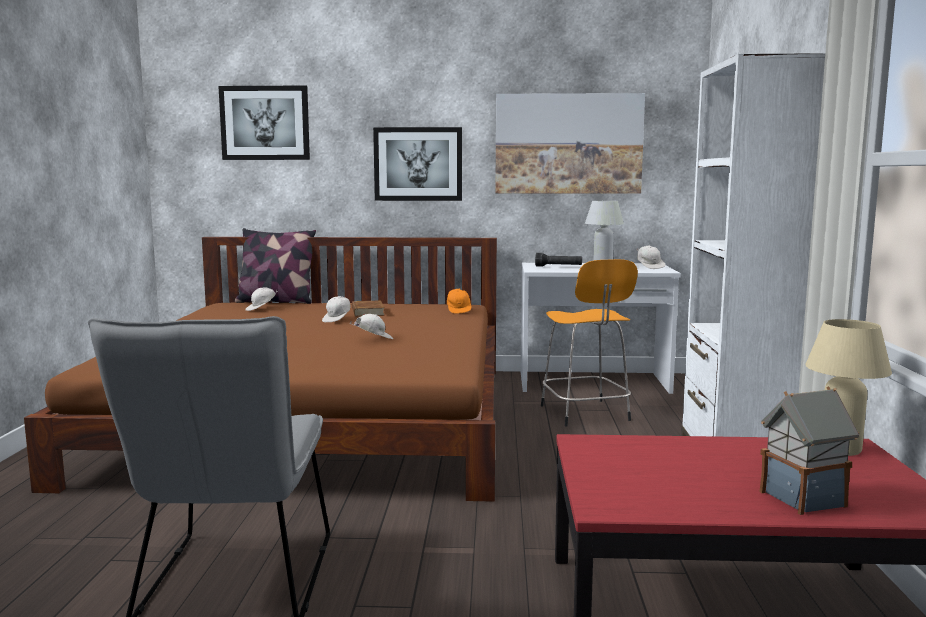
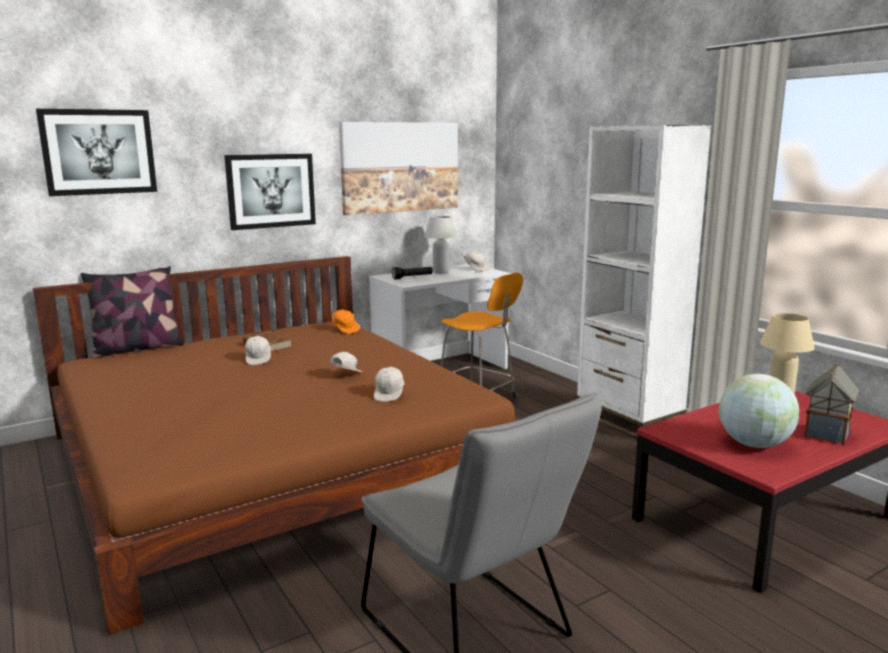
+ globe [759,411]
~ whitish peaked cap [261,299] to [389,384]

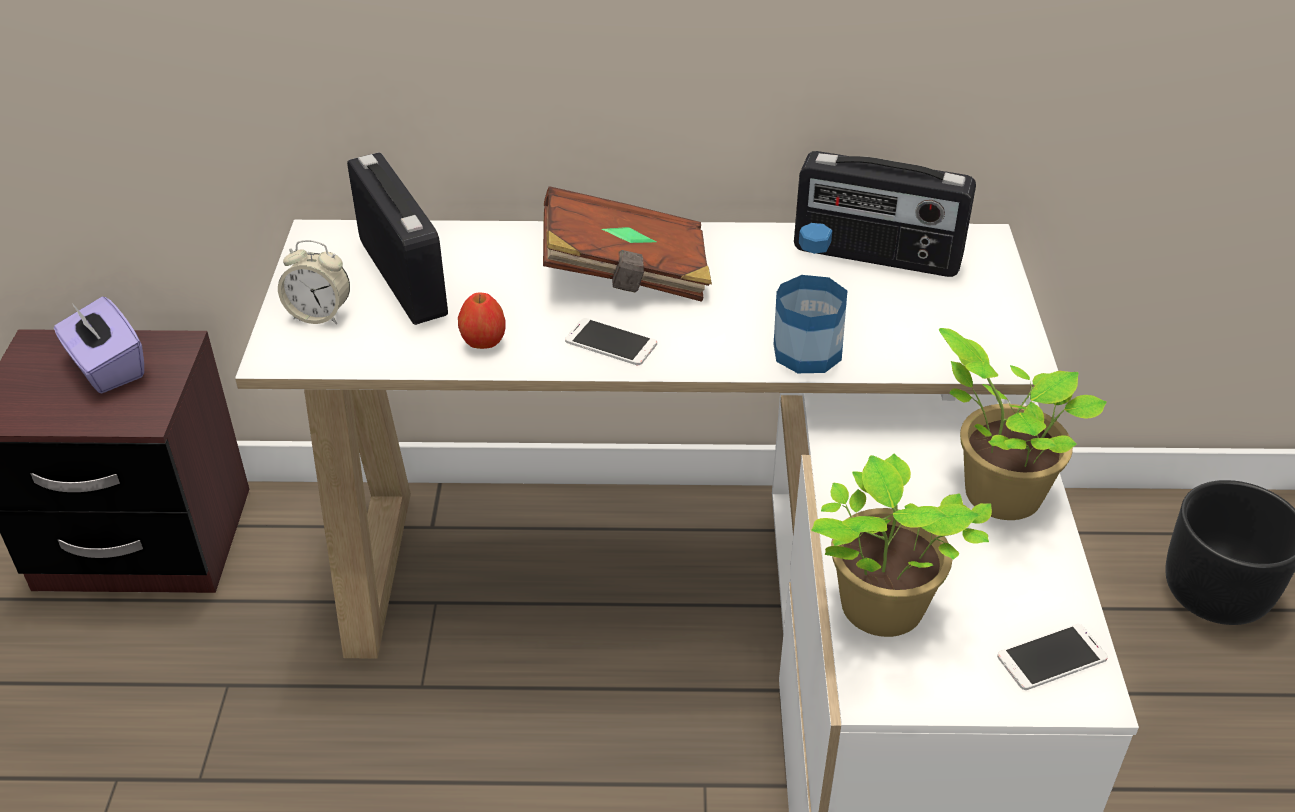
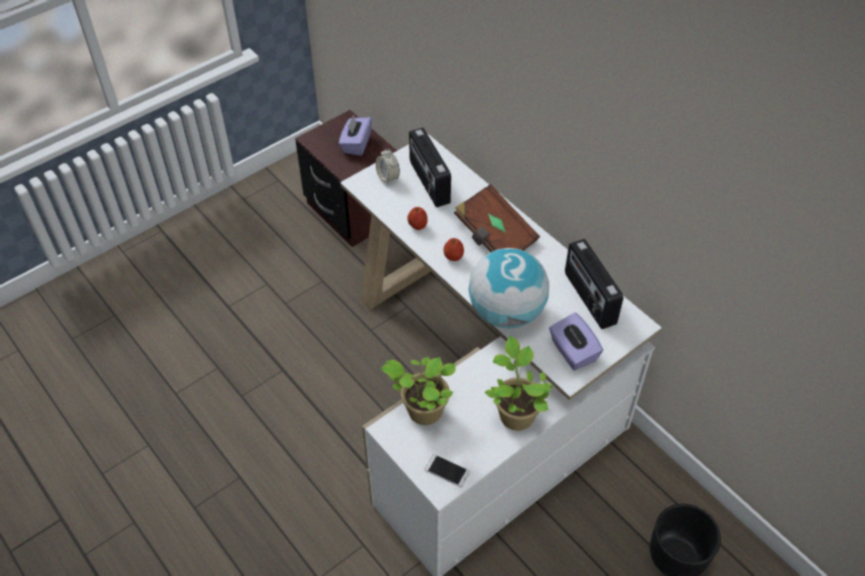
+ purple tissue holder [576,341]
~ handset [611,341] to apple [453,249]
~ drink bottle [810,298] to globe [509,288]
~ radio set [397,238] = [430,167] 135 degrees clockwise

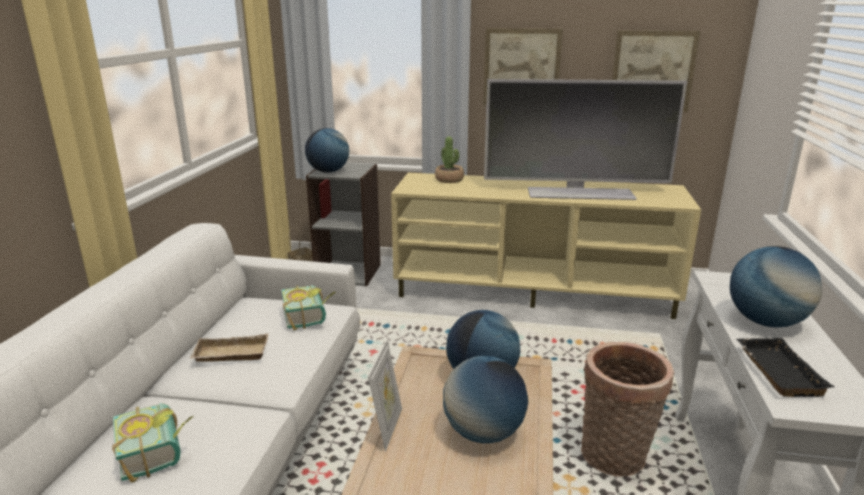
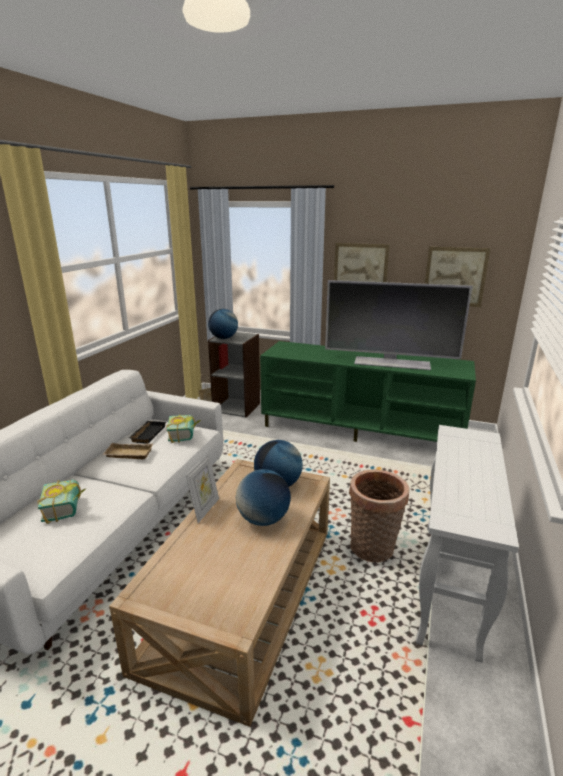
- potted plant [449,159]
- globe [776,286]
~ black tray [785,367] to [147,432]
~ beige media console [546,246] to greenish media console [368,391]

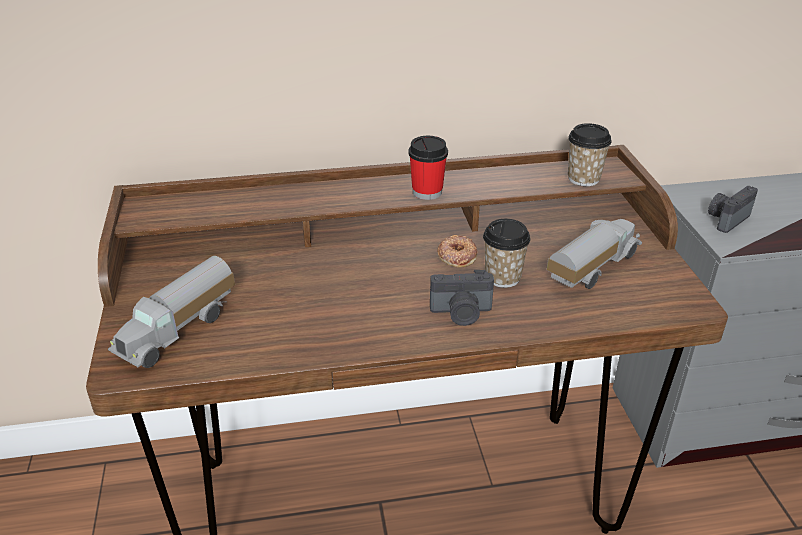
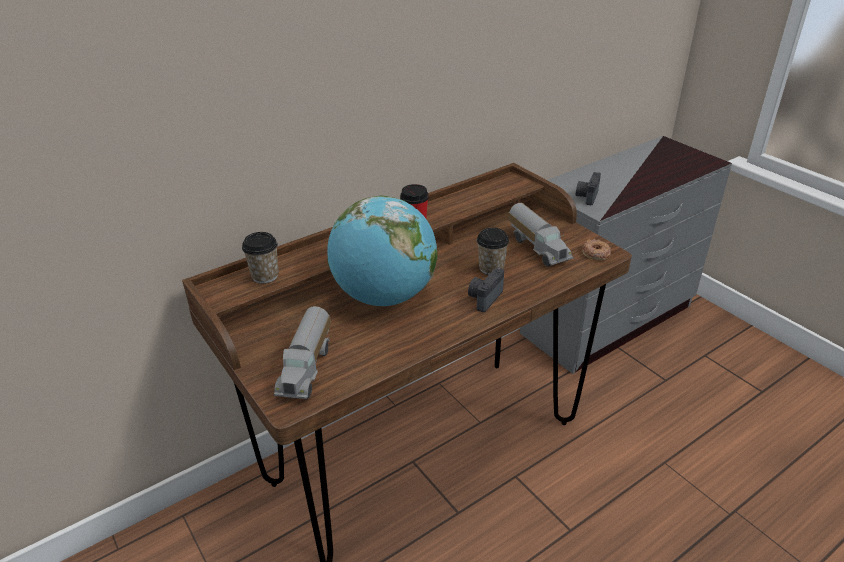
+ globe [382,251]
~ ring doughnut [457,251] to [596,249]
~ cup [590,154] to [260,257]
~ still camera [462,298] = [486,290] 150 degrees clockwise
~ toy truck [594,254] = [540,235] 135 degrees clockwise

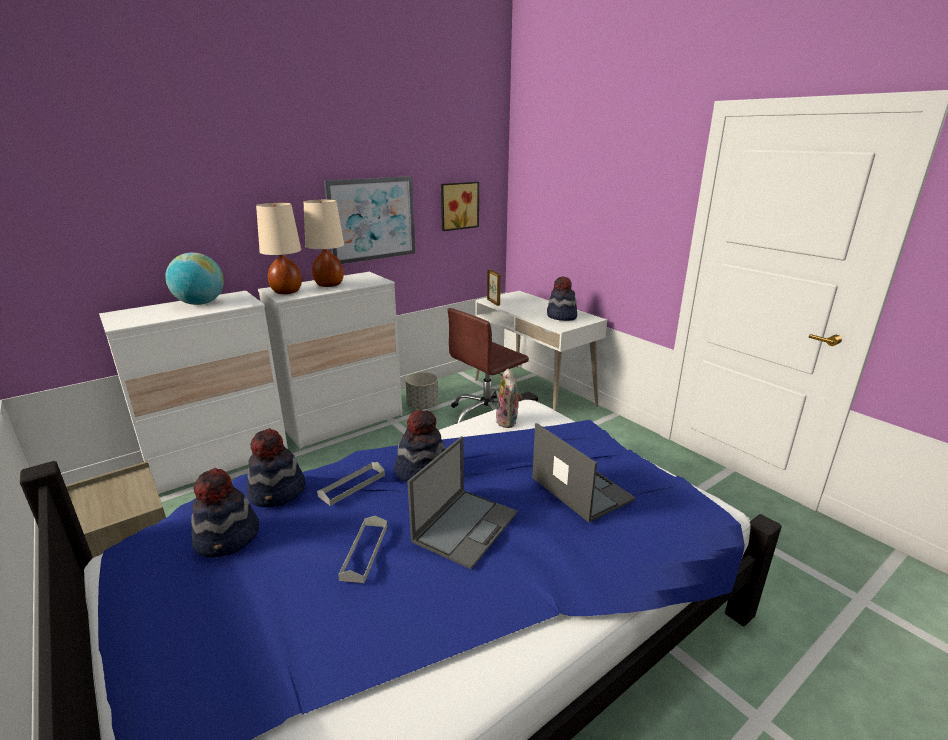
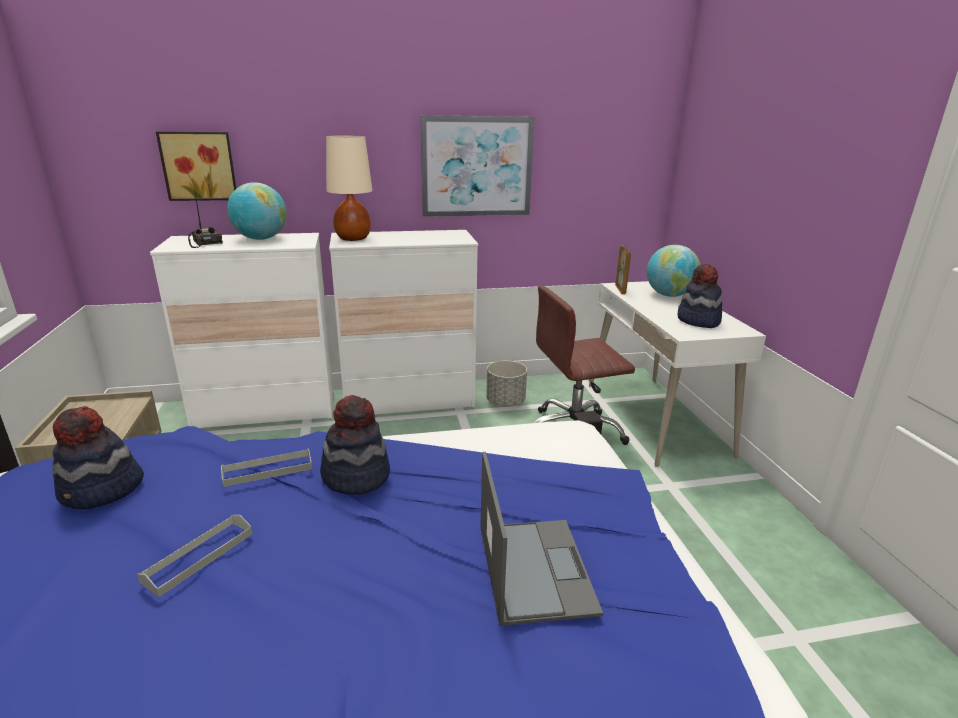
- clothing hat [276,467]
- beige lamp for a table [324,243]
- portable computer [462,502]
- soft toy [509,398]
+ radio set [205,220]
+ globe [673,271]
~ picture [460,206] to [196,166]

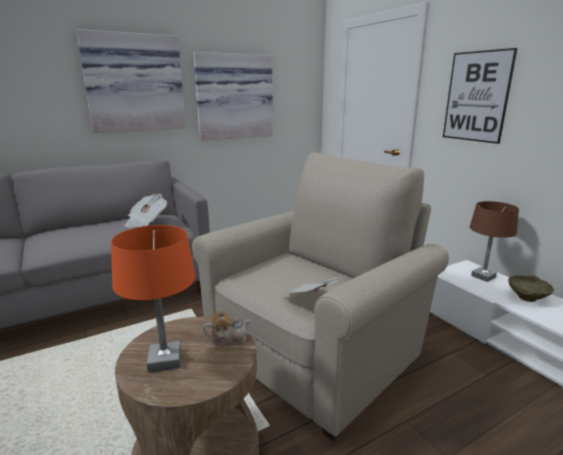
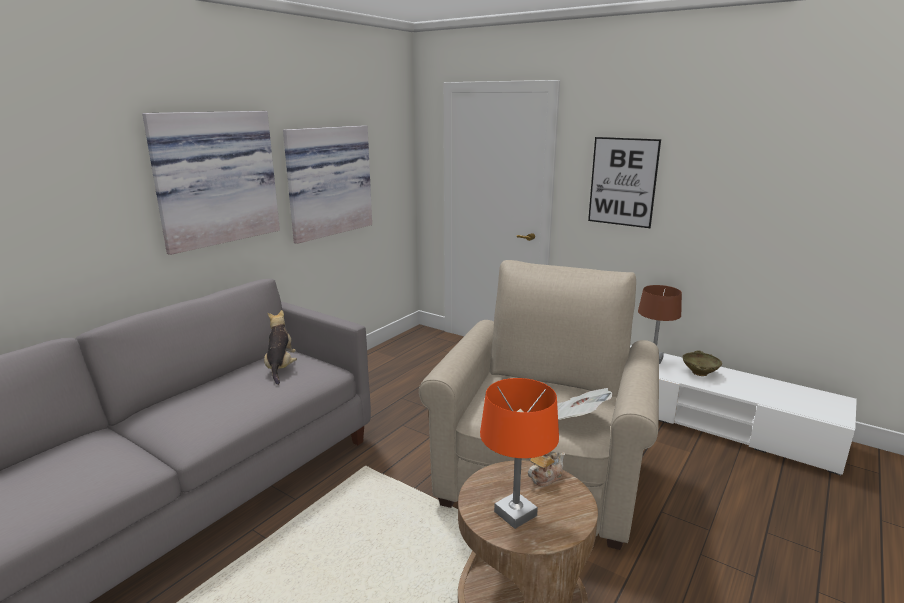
~ daily paper [145,211] to soft toy [280,347]

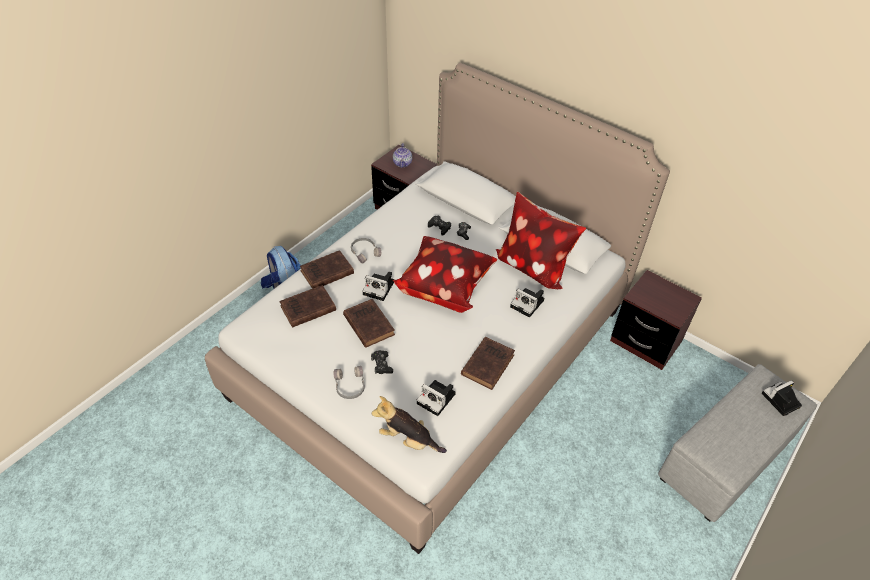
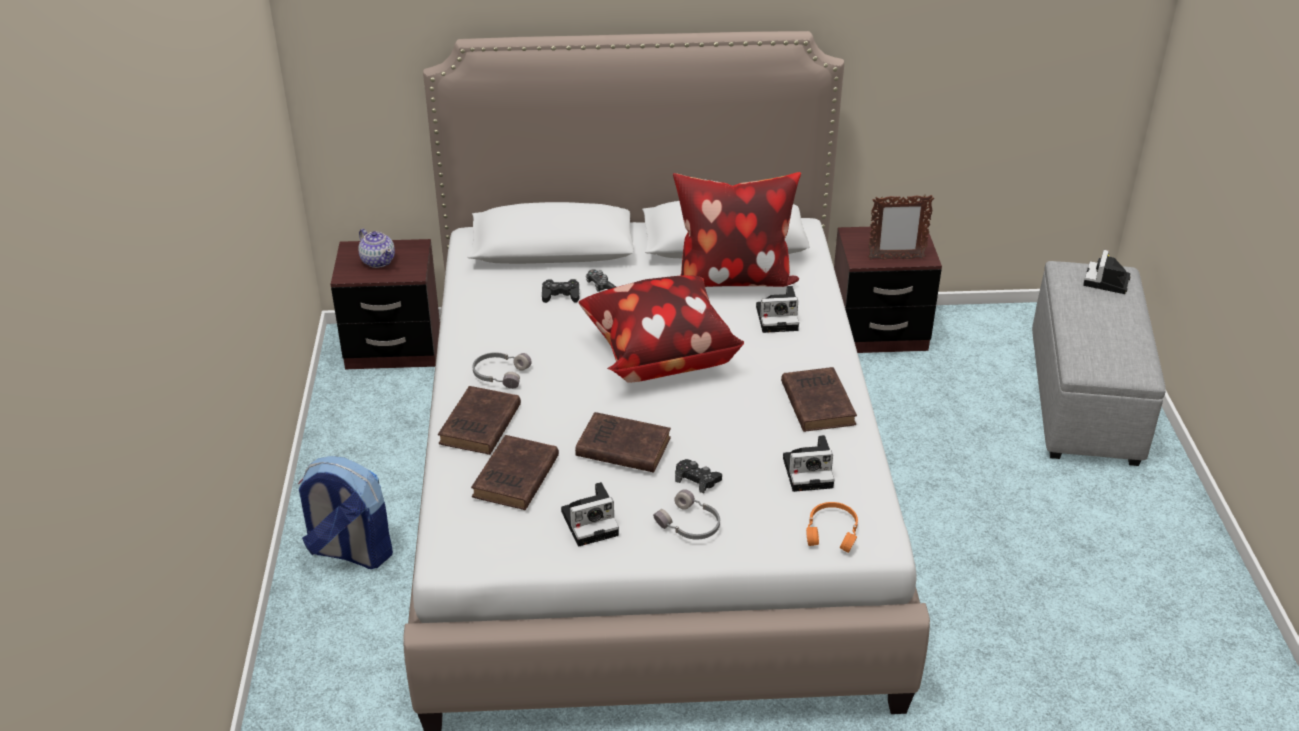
+ standing frame [901,227]
~ still camera [378,286] to [590,514]
~ soft toy [409,424] to orange-coloured headset [832,527]

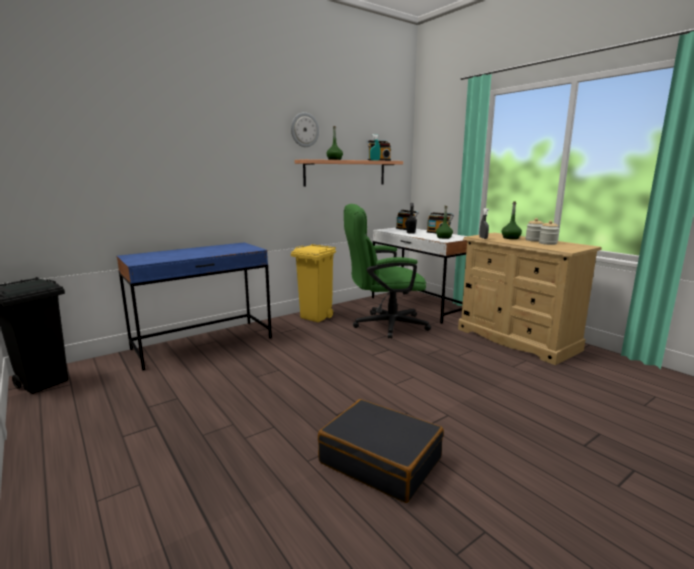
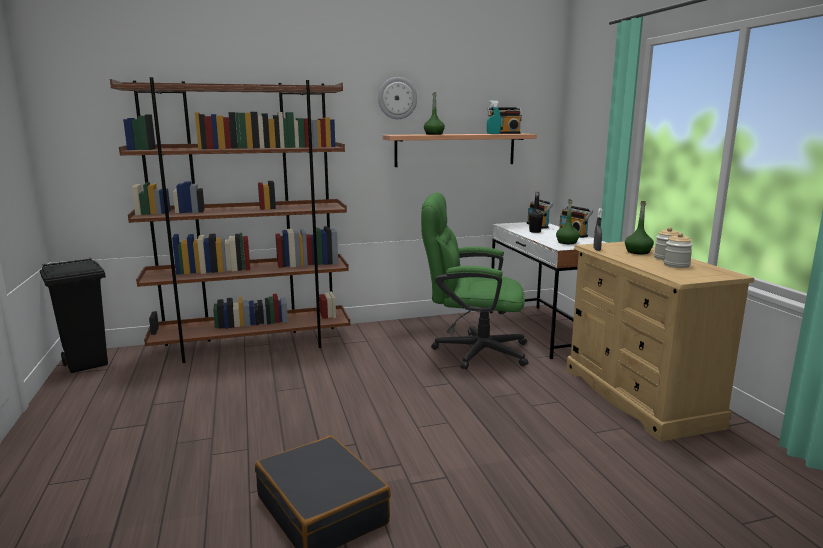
- yellow-coloured waste bin [313,283]
~ blue desk table [194,306] to brown bookshelf [230,220]

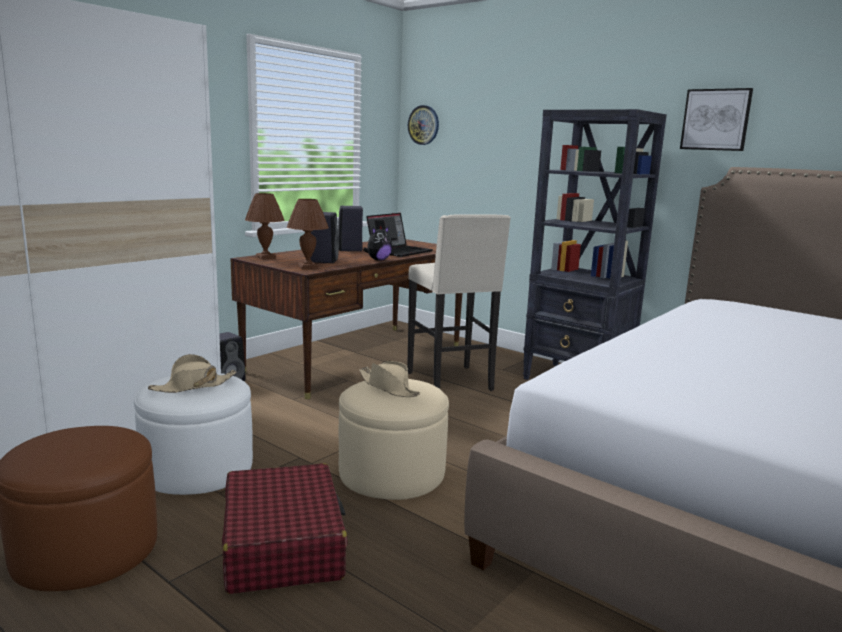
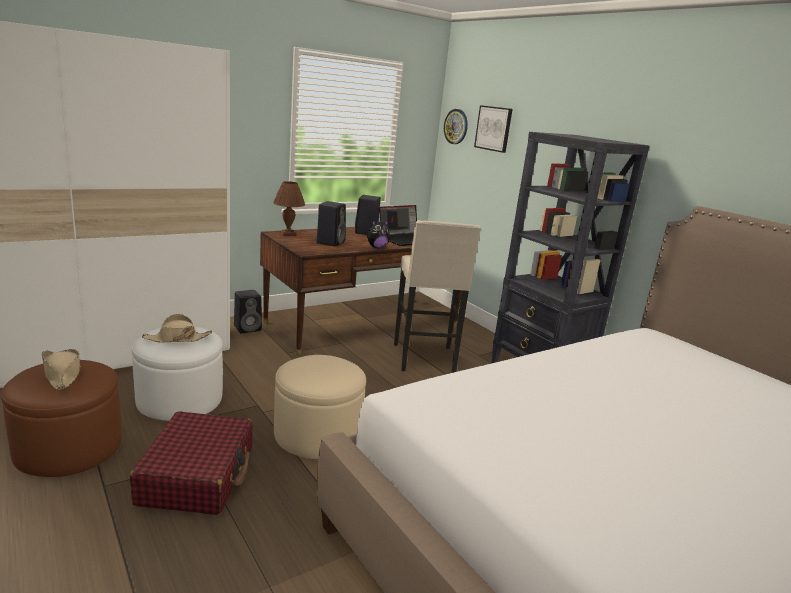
- brown lamp for a table [308,234]
~ beige clothing hat [389,379] to [61,369]
~ picture [716,119] to [493,129]

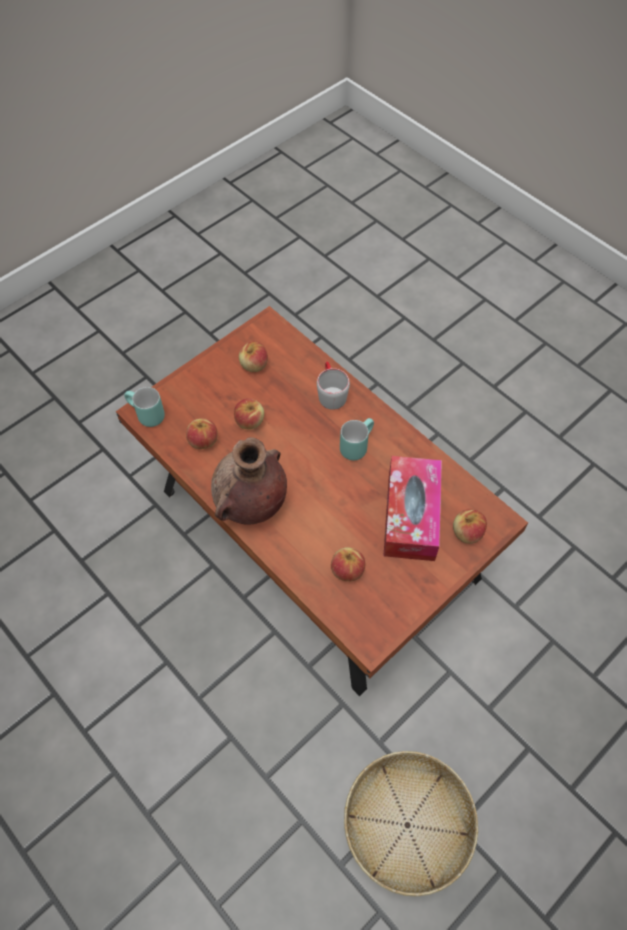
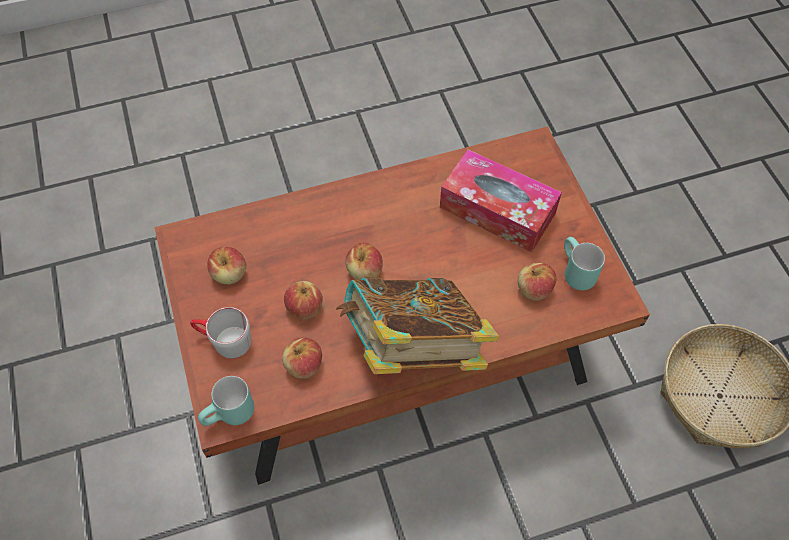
~ gray tea mug [333,386] to [220,333]
~ turquoise-coloured tea mug [357,439] to [584,264]
~ apple [470,526] to [364,261]
~ brown vase [249,481] to bound book [417,326]

